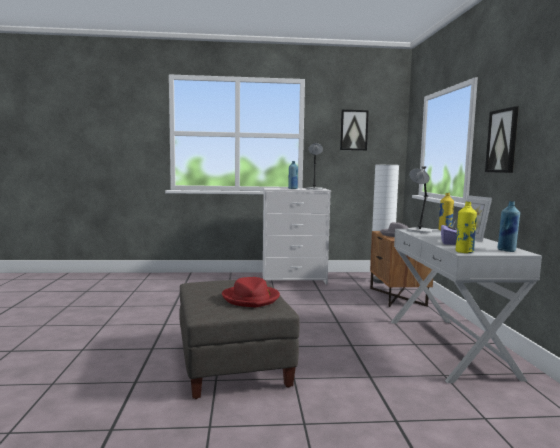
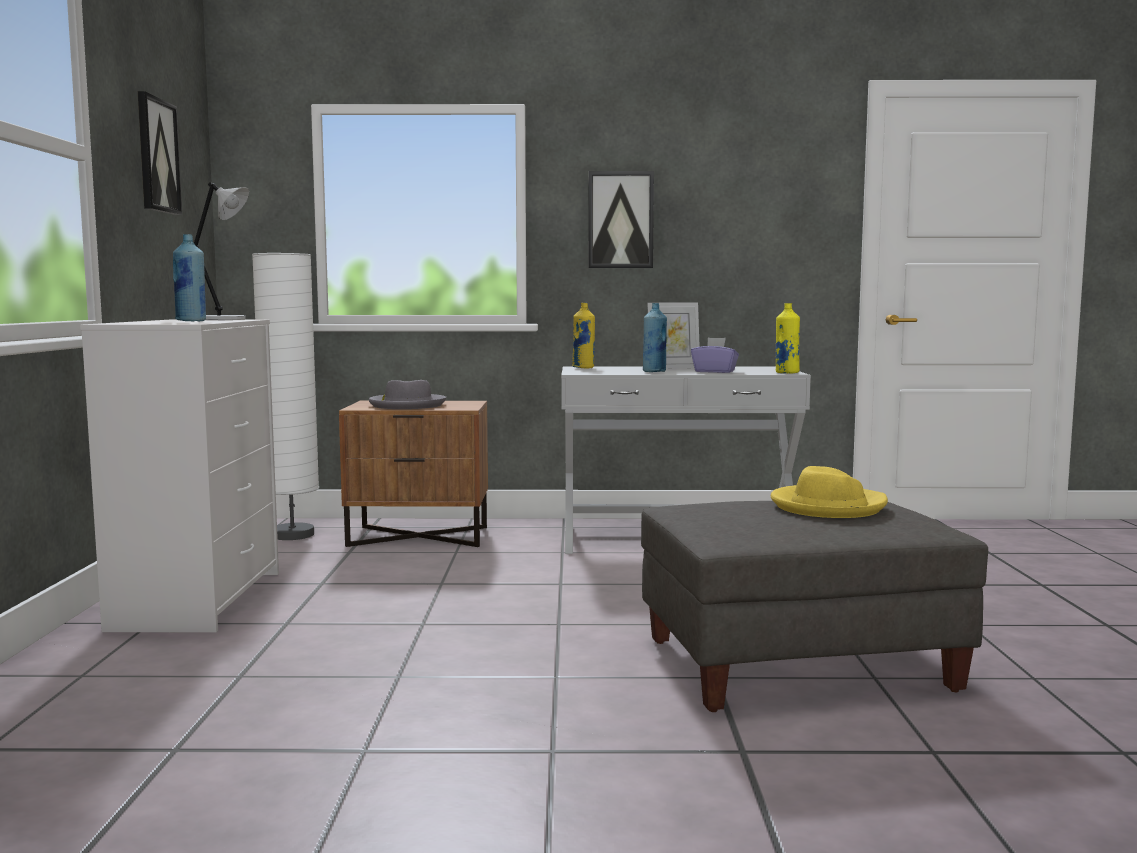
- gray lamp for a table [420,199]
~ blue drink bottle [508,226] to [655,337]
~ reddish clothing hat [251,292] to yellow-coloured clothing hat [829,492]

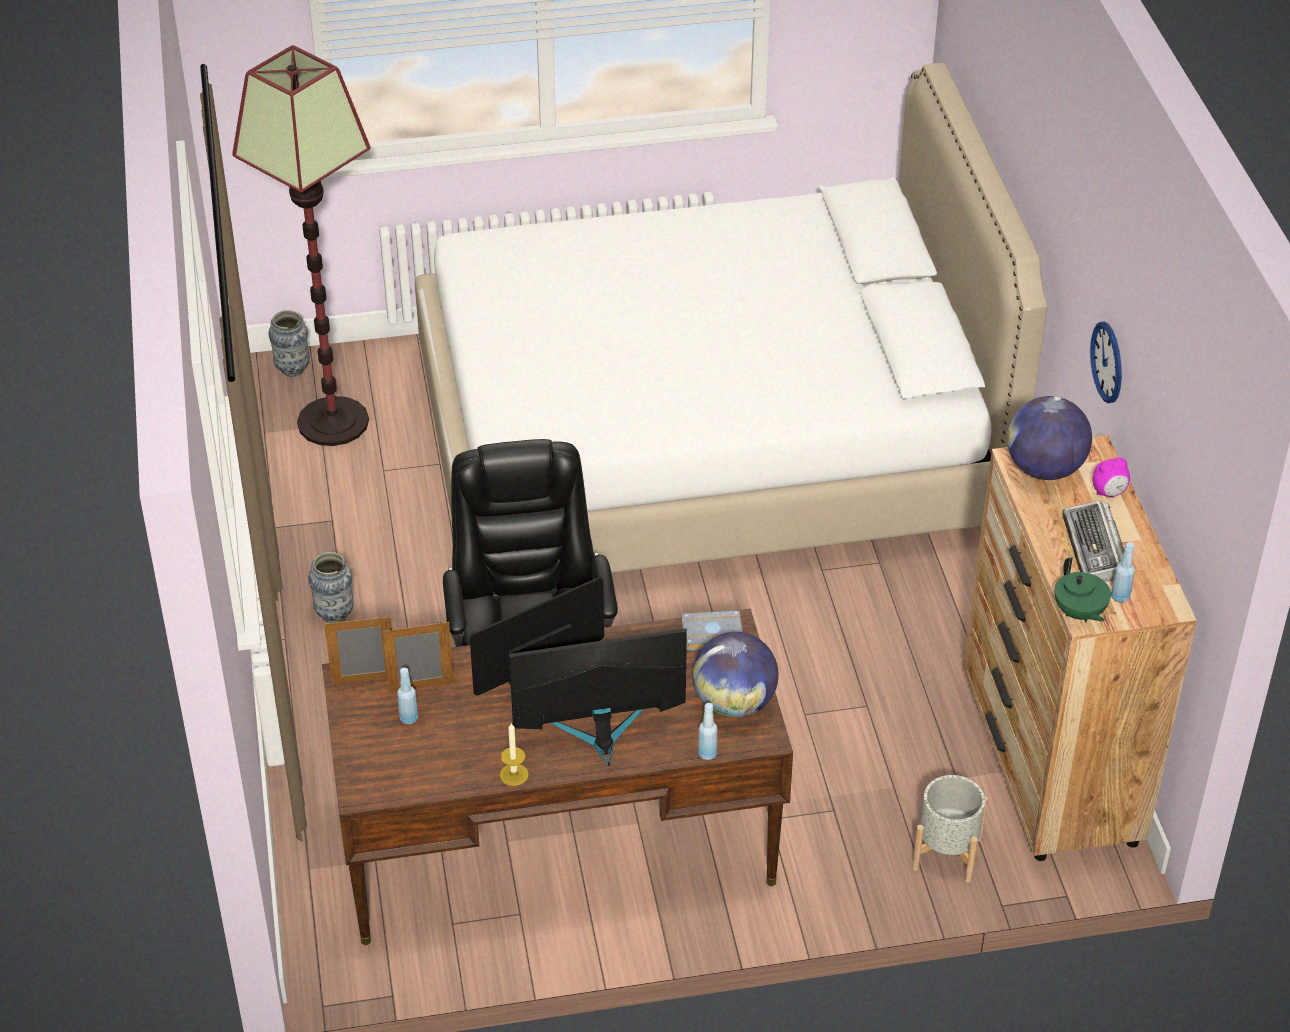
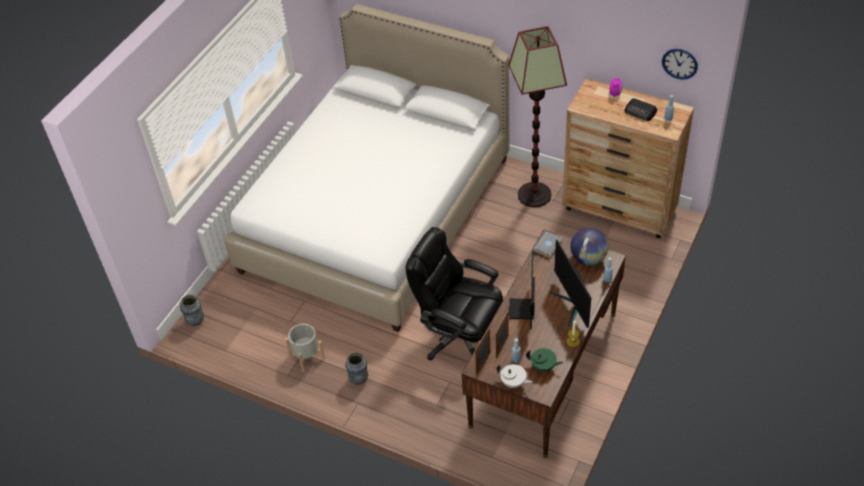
- globe [1049,438]
+ whitish pot for tea [514,376]
~ standard lamp [301,245] to [537,116]
~ gray flower pot [950,828] to [305,348]
~ greenish pot for tea [1083,590] to [545,360]
~ wall clock [1106,362] to [680,64]
~ keyboard [1093,541] to radio set [641,109]
~ computer screen [598,697] = [570,284] 45 degrees counterclockwise

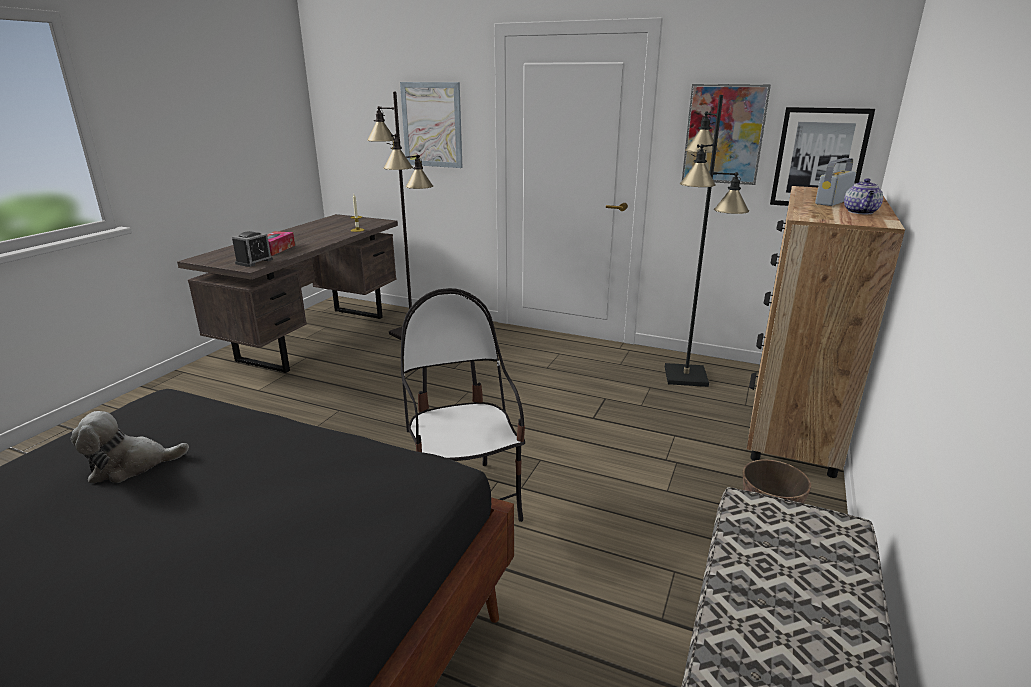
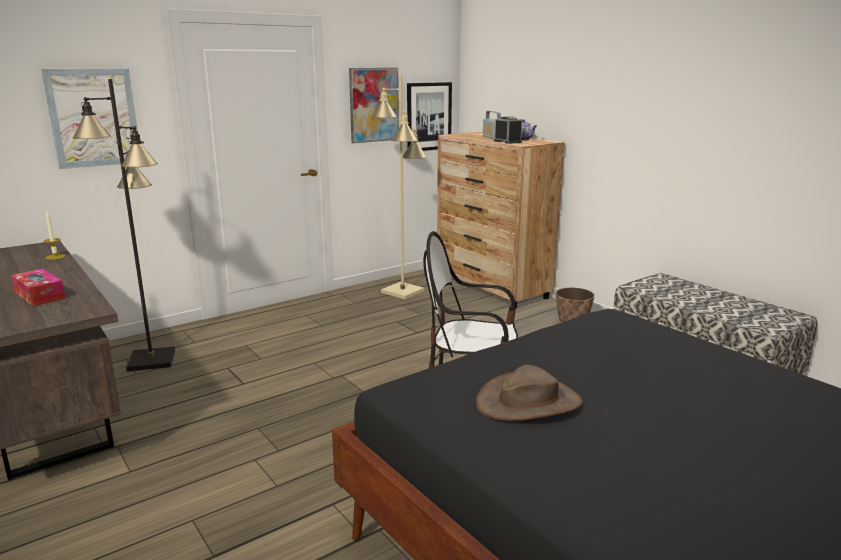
~ alarm clock [252,249] to [508,130]
~ soft toy [130,447] to brown clothing hat [529,393]
~ black standard lamp [707,241] to beige standard lamp [399,187]

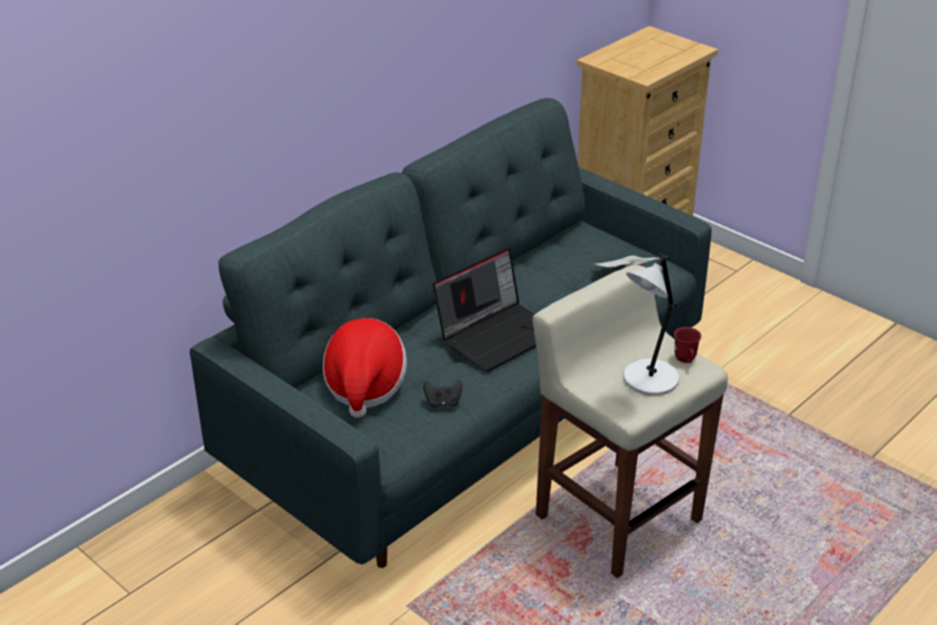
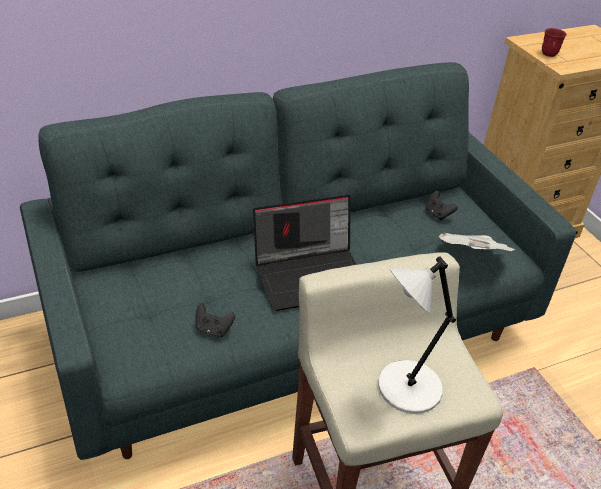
- clothing hat [365,368]
+ black game controller [441,206]
~ reddish tea mug [687,345] to [554,42]

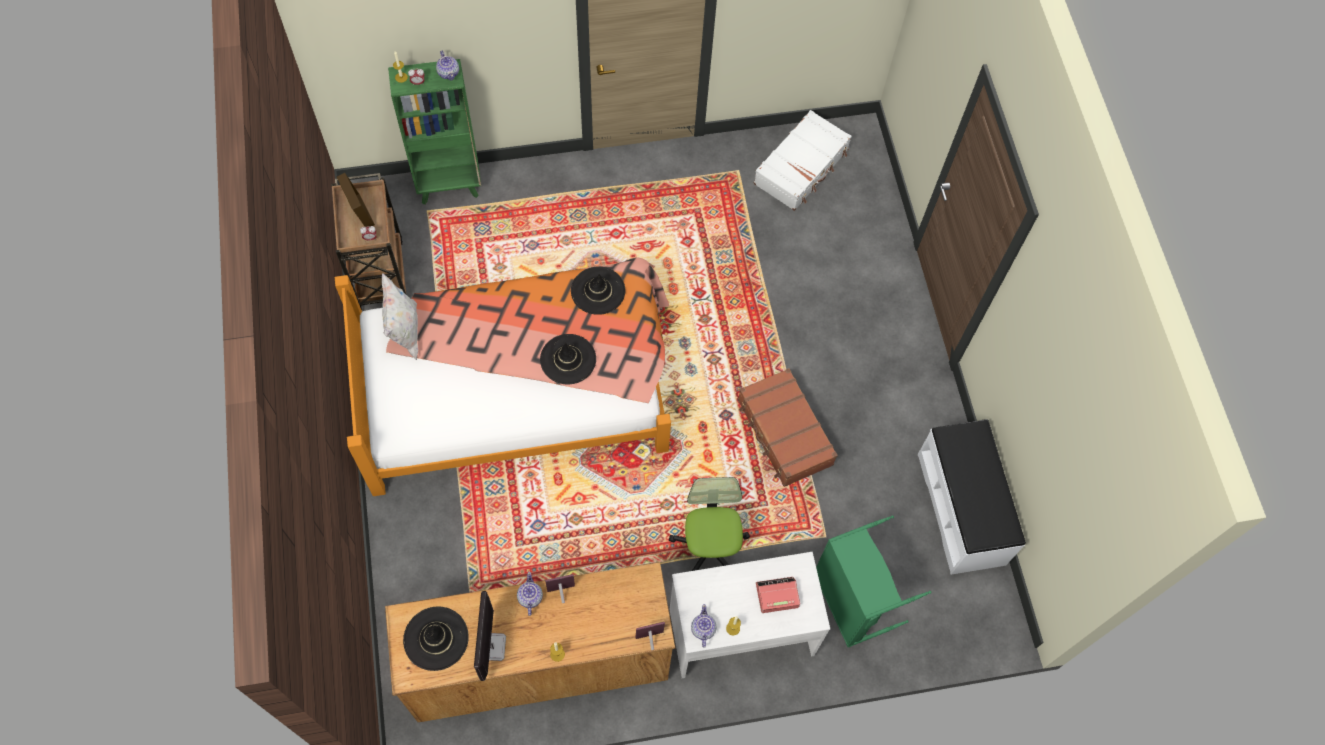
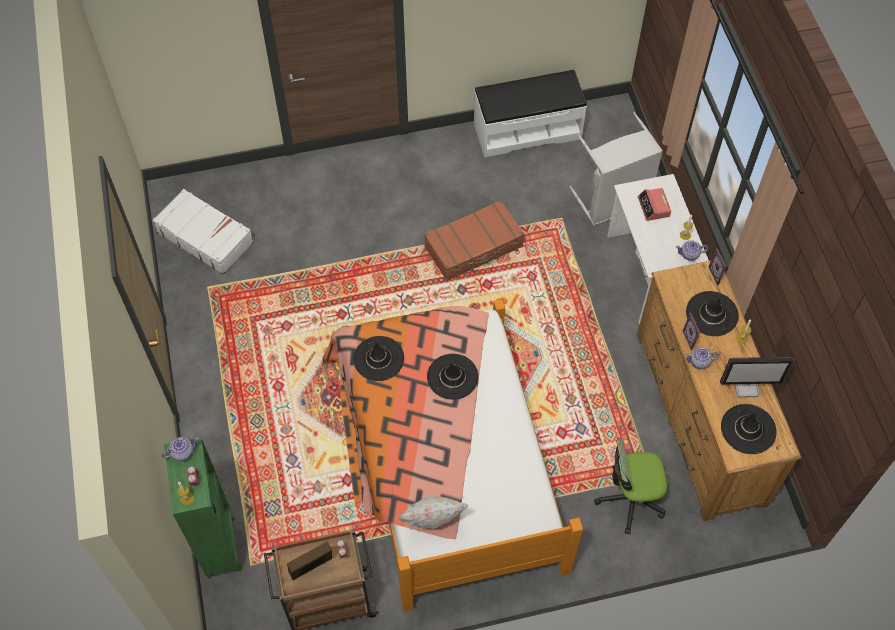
+ black clothing hat [712,313]
~ computer chair [709,524] to [630,486]
~ greenish hamper [874,581] to gray hamper [616,169]

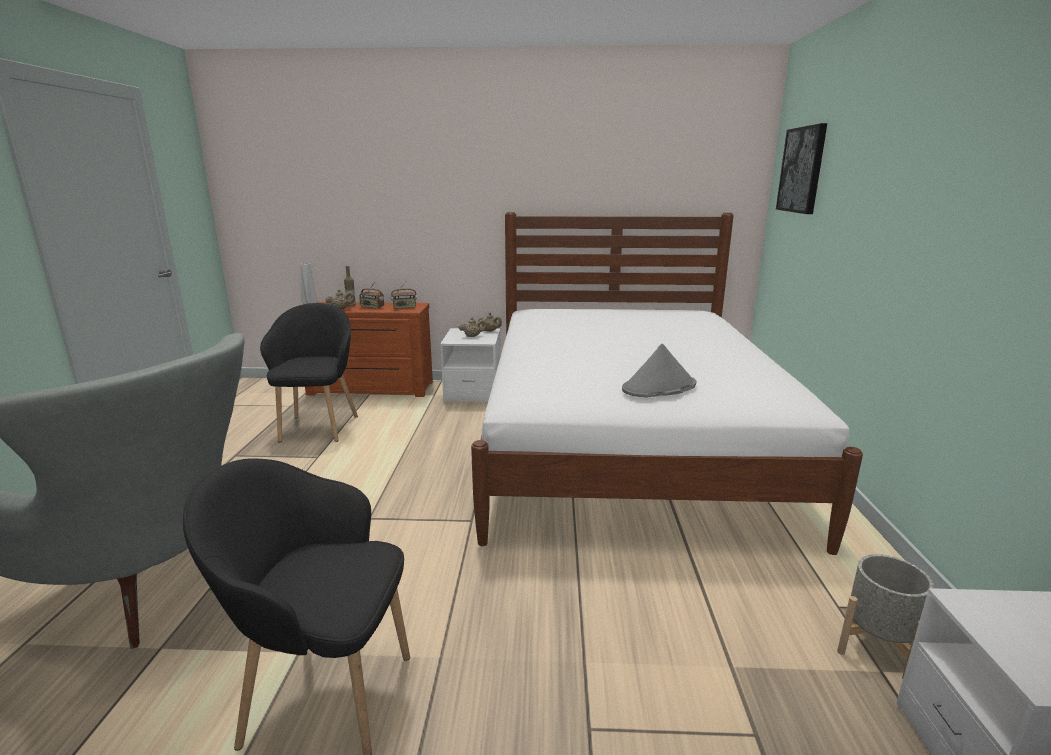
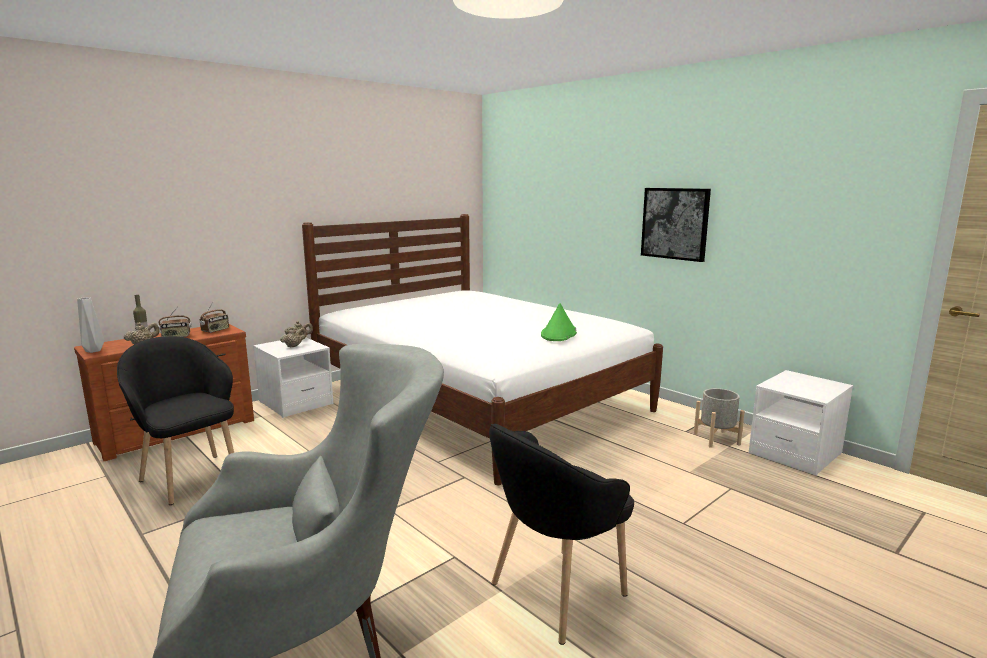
~ picture [801,168] to [676,225]
~ gray clothing hat [659,370] to greenish clothing hat [559,322]

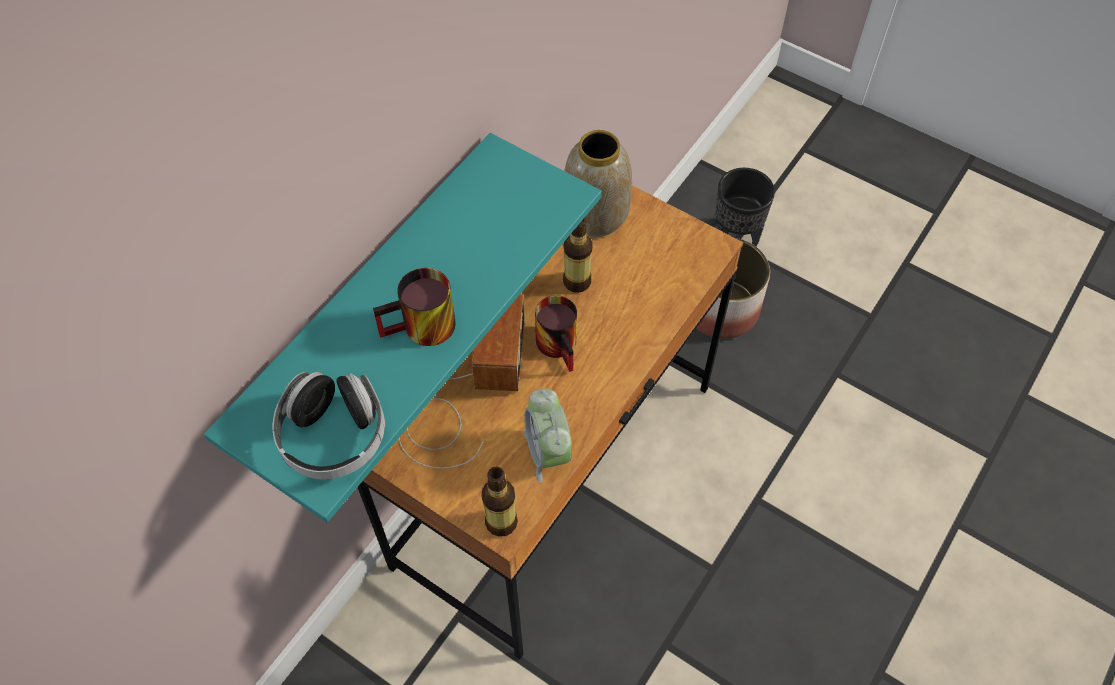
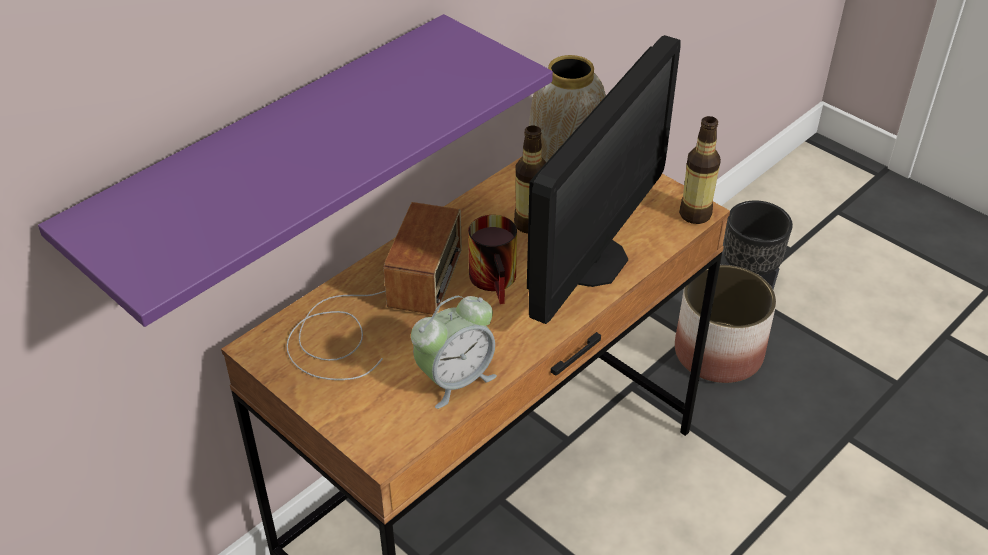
- headset [328,426]
- tea mug [414,307]
+ computer screen [604,179]
~ drink bottle [500,502] to [700,170]
~ turquoise-coloured shelf [403,327] to purple shelf [295,170]
~ alarm clock [548,435] = [454,352] 120 degrees counterclockwise

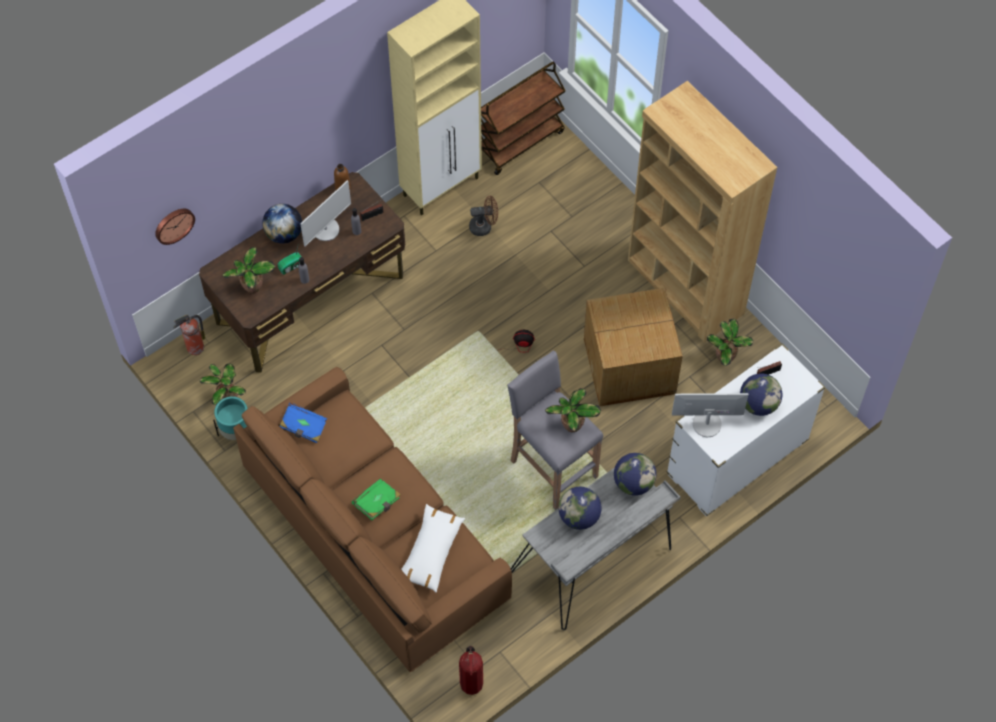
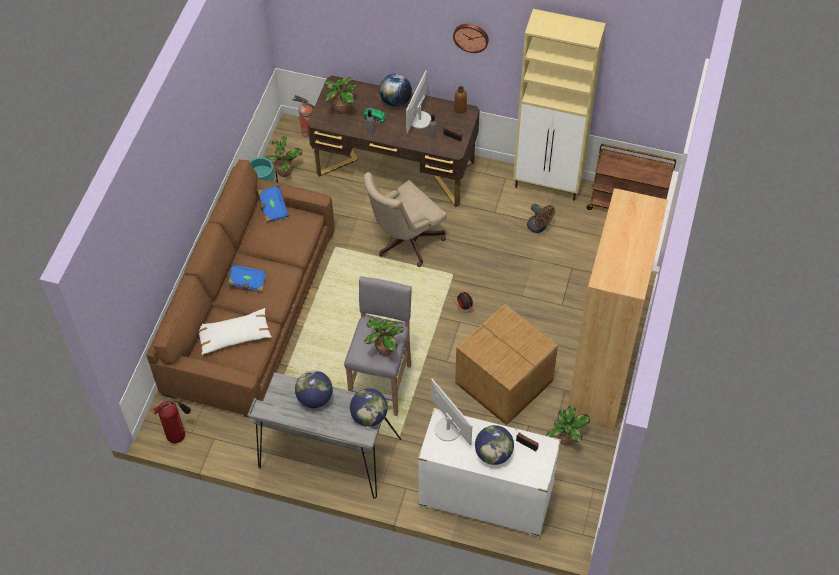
+ beige computer chair [405,219]
~ wall clock [175,227] to [471,38]
~ greenish bound book [376,499] to blue bound book [247,278]
~ computer screen [325,213] = [418,101] 105 degrees clockwise

